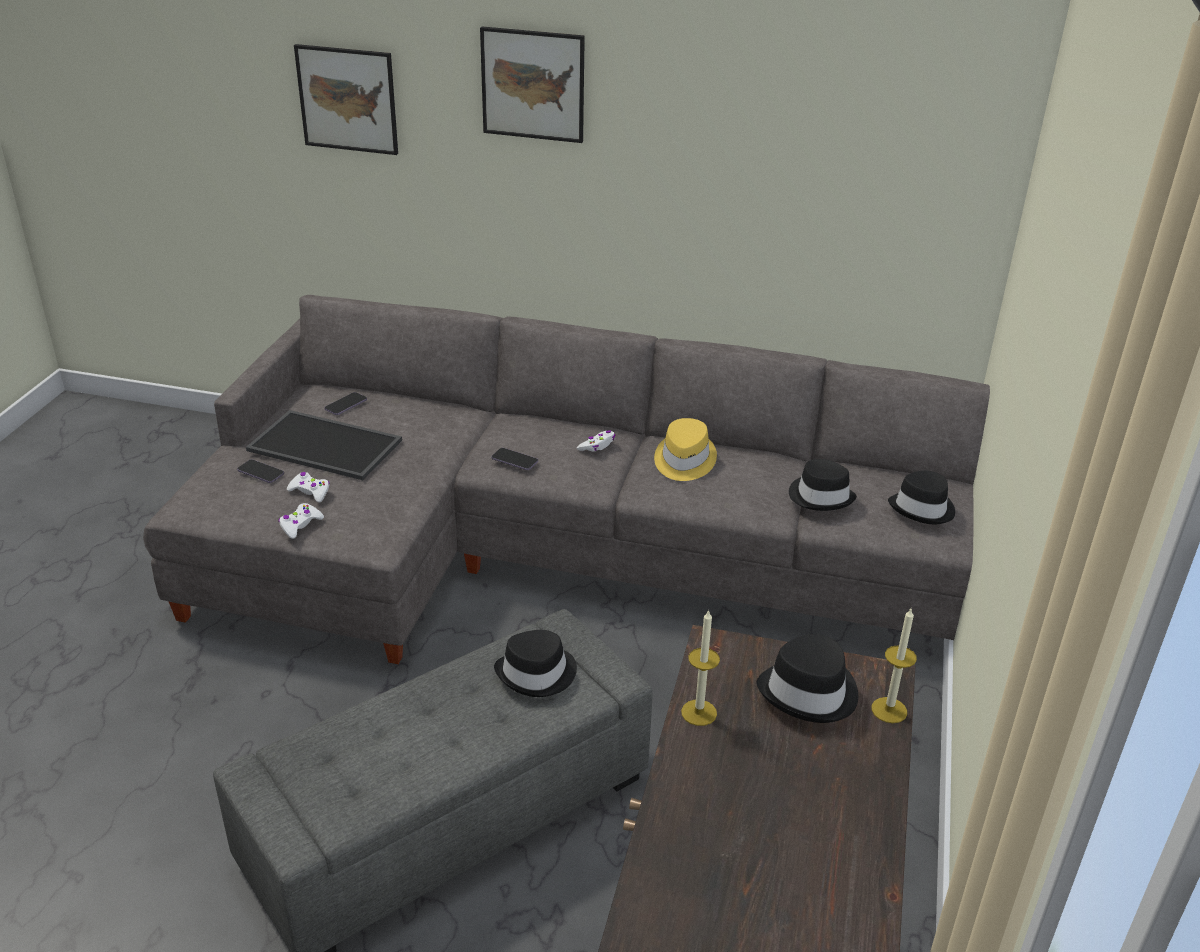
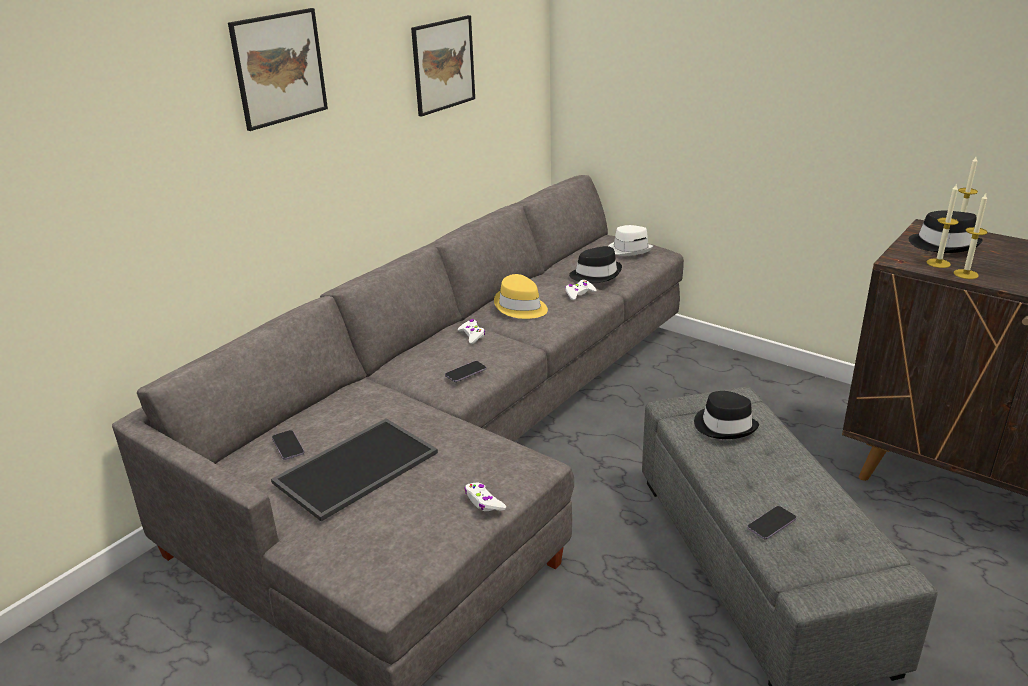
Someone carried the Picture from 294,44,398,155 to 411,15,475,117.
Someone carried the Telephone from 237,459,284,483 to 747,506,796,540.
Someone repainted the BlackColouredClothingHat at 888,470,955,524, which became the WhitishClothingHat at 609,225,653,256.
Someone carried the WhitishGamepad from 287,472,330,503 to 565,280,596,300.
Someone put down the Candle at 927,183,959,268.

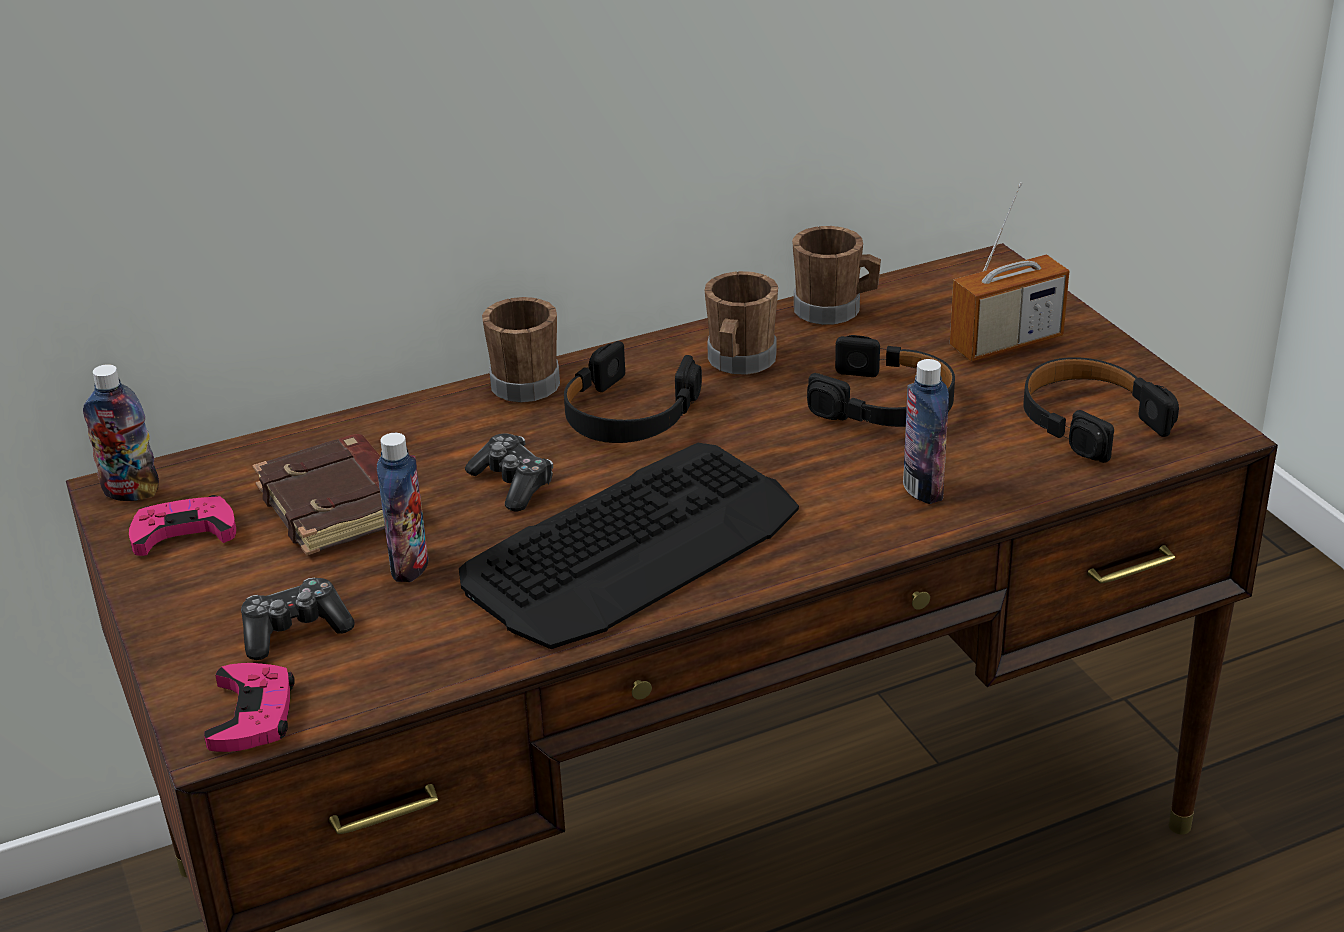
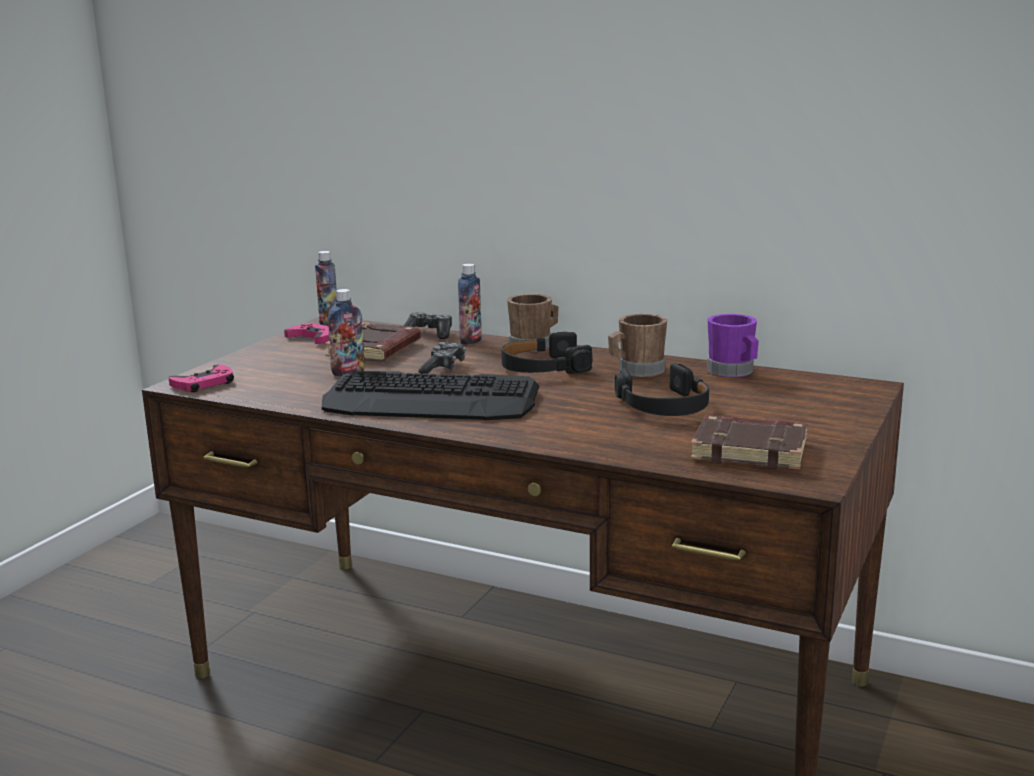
Someone took away the RadioReceiver at 950,182,1069,361.
Someone repainted the BrownishTeaMug at 792,226,881,325, which became the PurpleColouredTeaMug at 707,314,759,377.
Someone swapped the BlackColouredPairOfHeadphones at 1023,357,1179,463 for the BrownishBook at 691,415,807,470.
Someone carried the Bottle from 903,359,949,504 to 458,264,482,345.
Someone carried the Gamepad from 241,577,354,660 to 403,312,452,339.

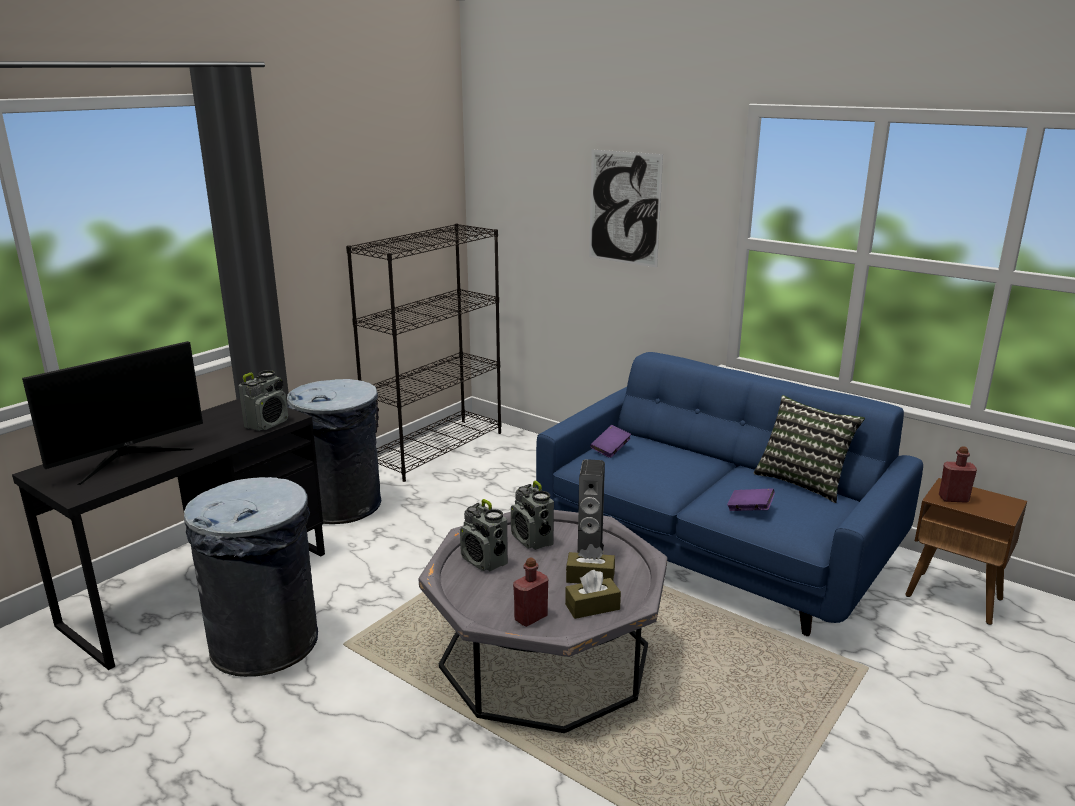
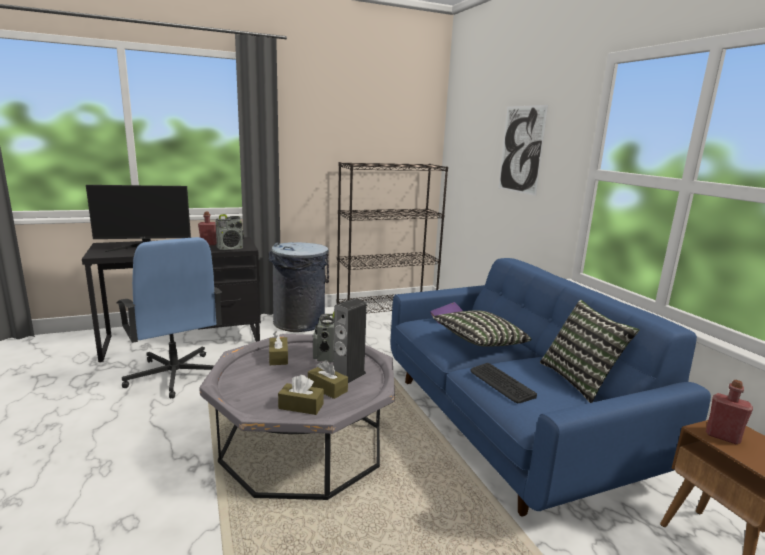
Someone swapped the GreyRubbishBin at 184,477,318,677 for the BlueColouredDeskChair at 117,237,222,398.
Someone swapped the PurpleColouredBook at 727,488,775,511 for the PcKeyboard at 470,363,537,403.
Someone swapped the RadioReceiver at 460,499,508,571 for the BrownishTissueHolder at 269,331,288,365.
Someone carried the ReddishBottle from 513,557,548,627 to 198,212,217,245.
Someone put down the Cushion at 433,310,531,347.

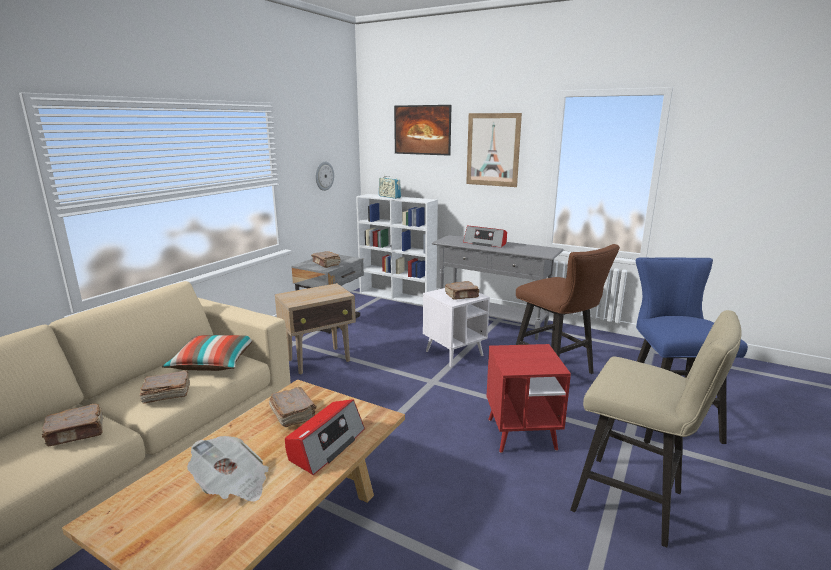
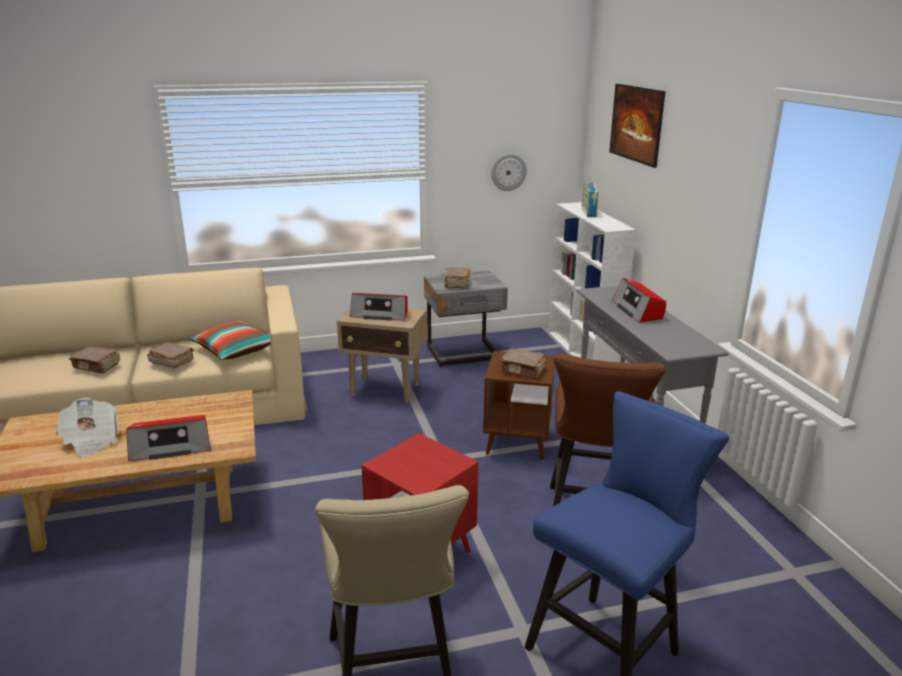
Someone took away the Picture at 466,113,522,187.
Someone repainted the WhitishSideTable at 423,288,490,367, which became the BrownishSideTable at 483,351,555,461.
Someone took away the BrownishBook at 269,387,317,427.
Someone put down the RadioReceiver at 350,293,408,321.

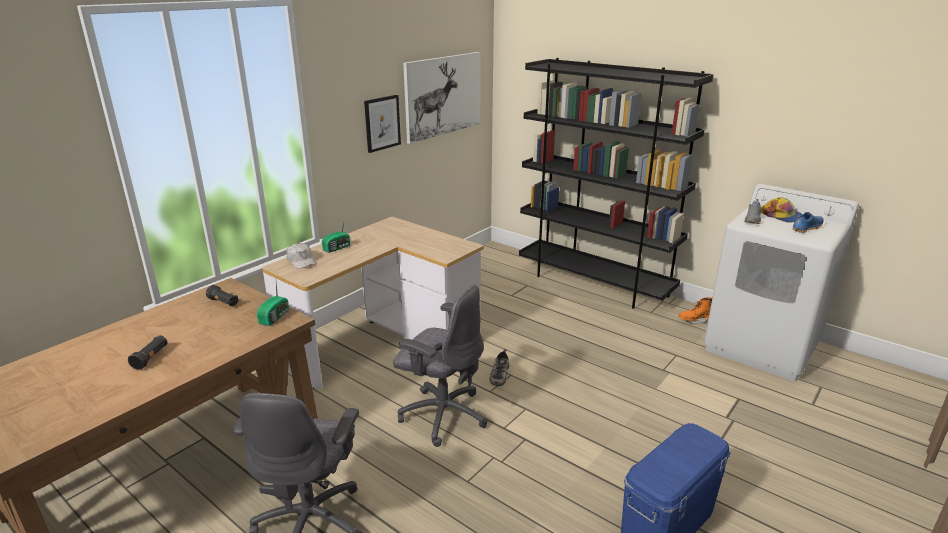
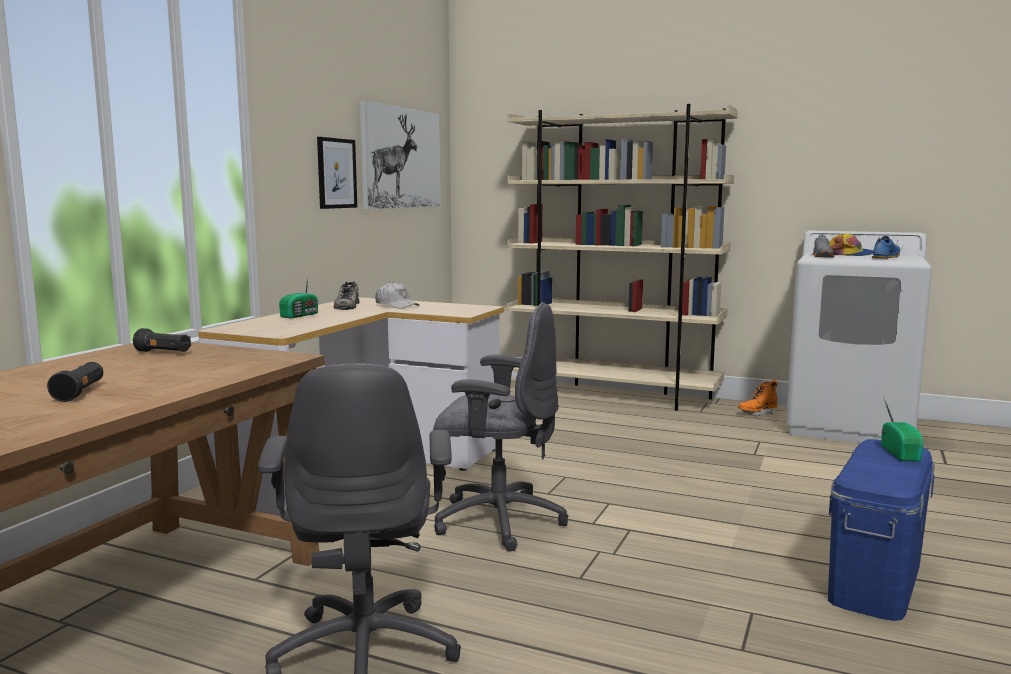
Someone repainted the BlackColouredShelvingUnit at 519,58,713,309, which became the SandColouredShelvingUnit at 507,104,738,411.
Someone carried the WhitishCap from 286,243,317,269 to 375,282,419,309.
Someone carried the RadioReceiver from 257,282,289,326 to 881,395,924,462.
Someone carried the Shoe from 490,349,509,386 to 334,281,359,310.

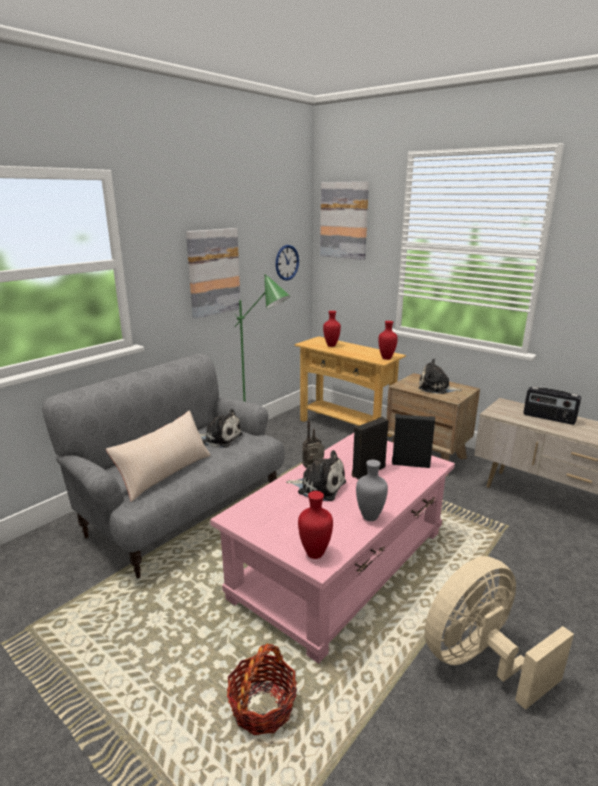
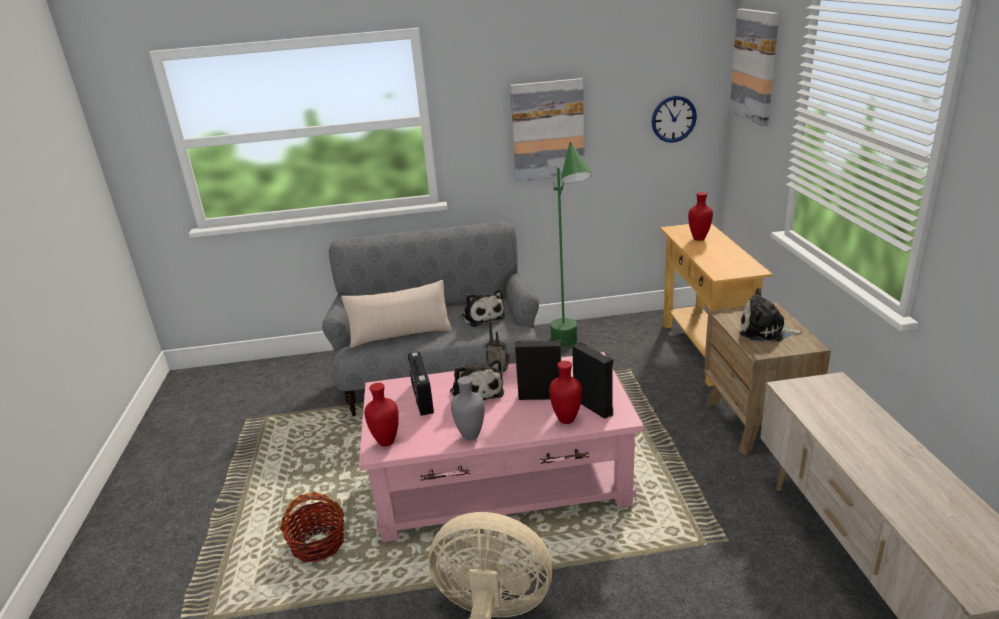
Someone carried the ReddishVase from 378,321,398,360 to 549,361,582,424.
Someone rotated the CuddlyToy at 419,359,462,394 by 45 degrees counterclockwise.
Someone carried the RadioReceiver from 523,387,581,425 to 408,352,434,416.

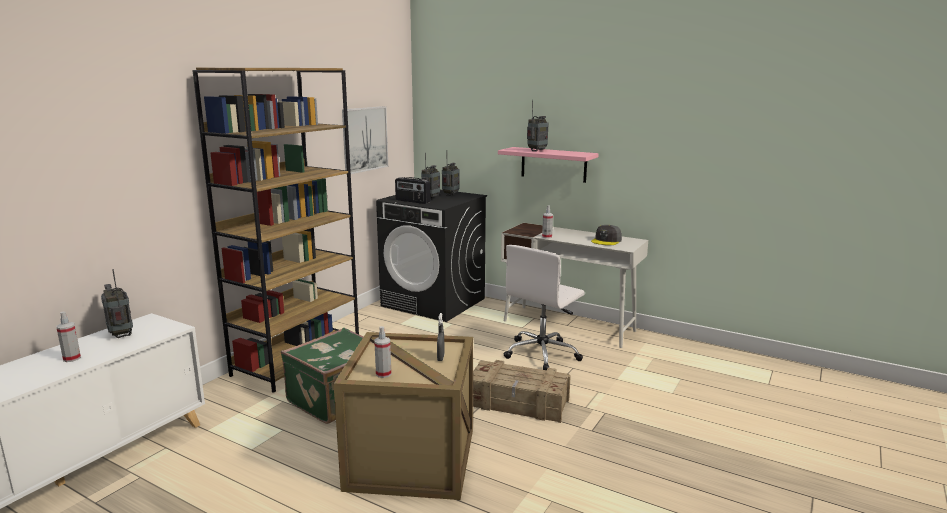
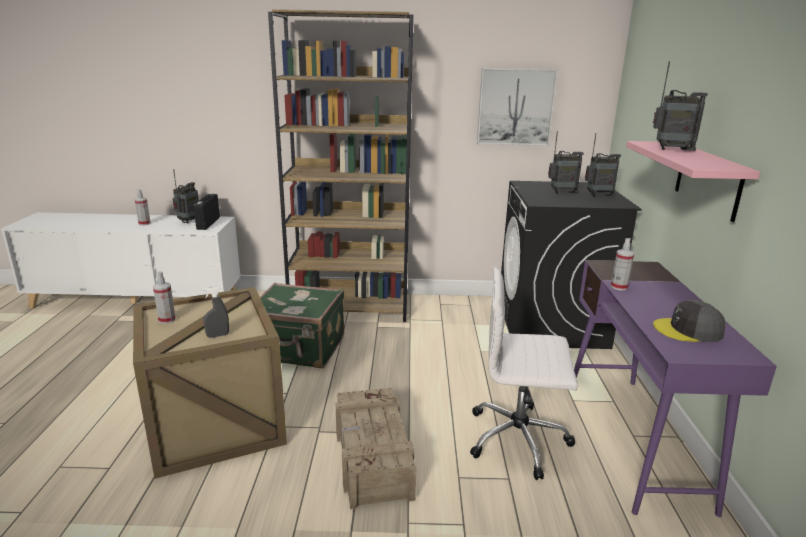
Someone carried the RadioReceiver from 395,177,431,204 to 194,194,220,230.
Someone repainted the WhitishDeskTable at 501,223,648,348, which became the PurpleColouredDeskTable at 574,260,777,517.

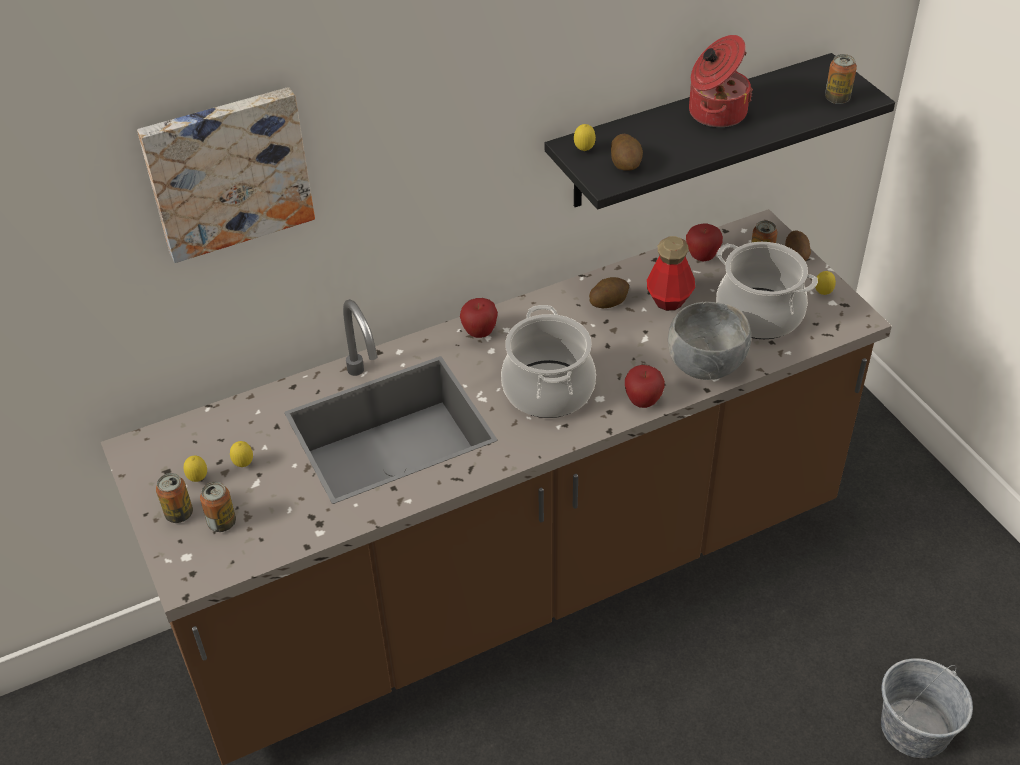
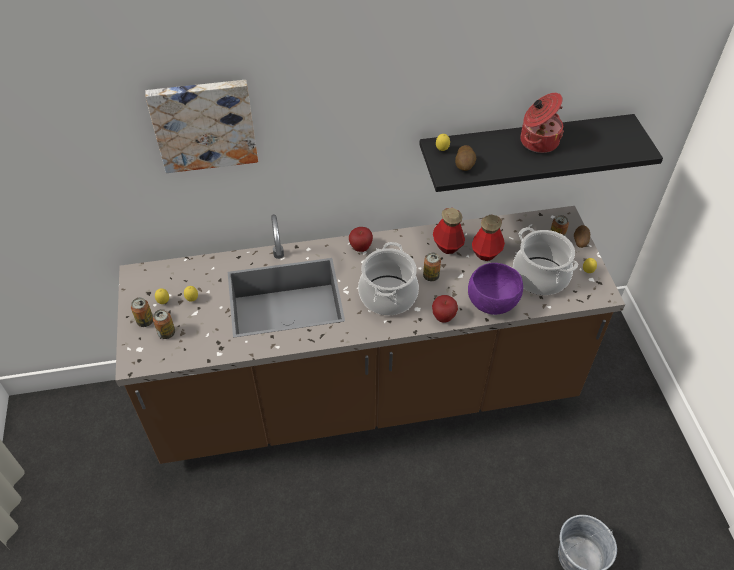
Someone carried the SealedCan from 825,54,857,104 to 423,253,441,281.
Someone took away the WholeApple at 686,224,723,261.
Someone swapped the Spud at 589,277,629,308 for the Bottle at 433,208,465,254.
Someone repainted the GreyBowl at 668,302,752,380, which became the PurpleColouredBowl at 468,263,523,315.

